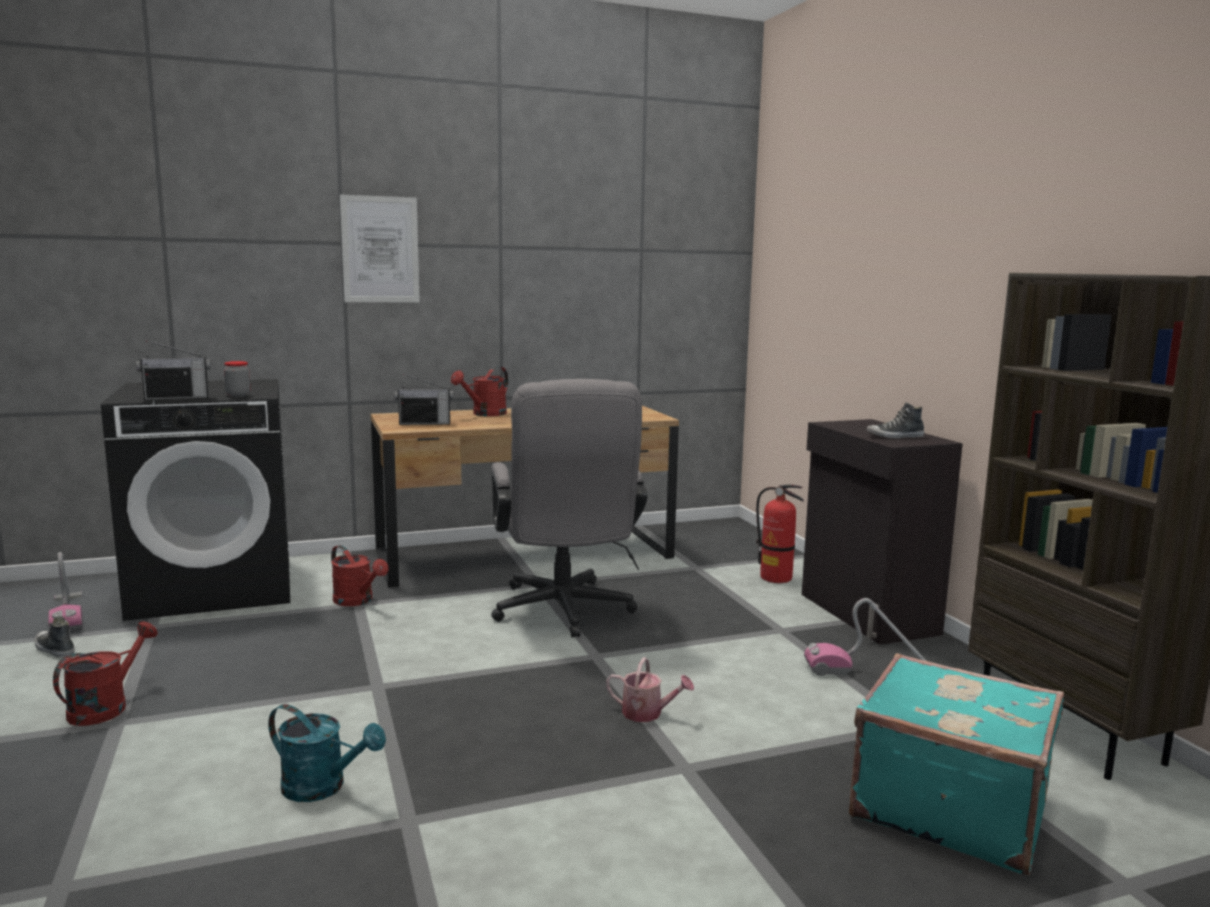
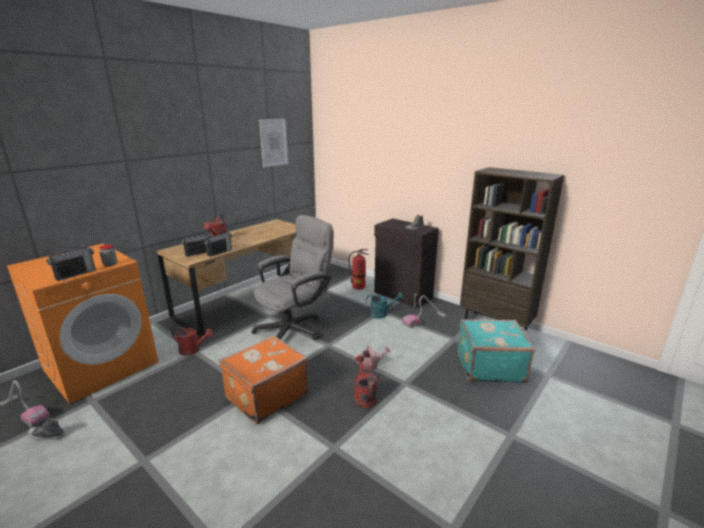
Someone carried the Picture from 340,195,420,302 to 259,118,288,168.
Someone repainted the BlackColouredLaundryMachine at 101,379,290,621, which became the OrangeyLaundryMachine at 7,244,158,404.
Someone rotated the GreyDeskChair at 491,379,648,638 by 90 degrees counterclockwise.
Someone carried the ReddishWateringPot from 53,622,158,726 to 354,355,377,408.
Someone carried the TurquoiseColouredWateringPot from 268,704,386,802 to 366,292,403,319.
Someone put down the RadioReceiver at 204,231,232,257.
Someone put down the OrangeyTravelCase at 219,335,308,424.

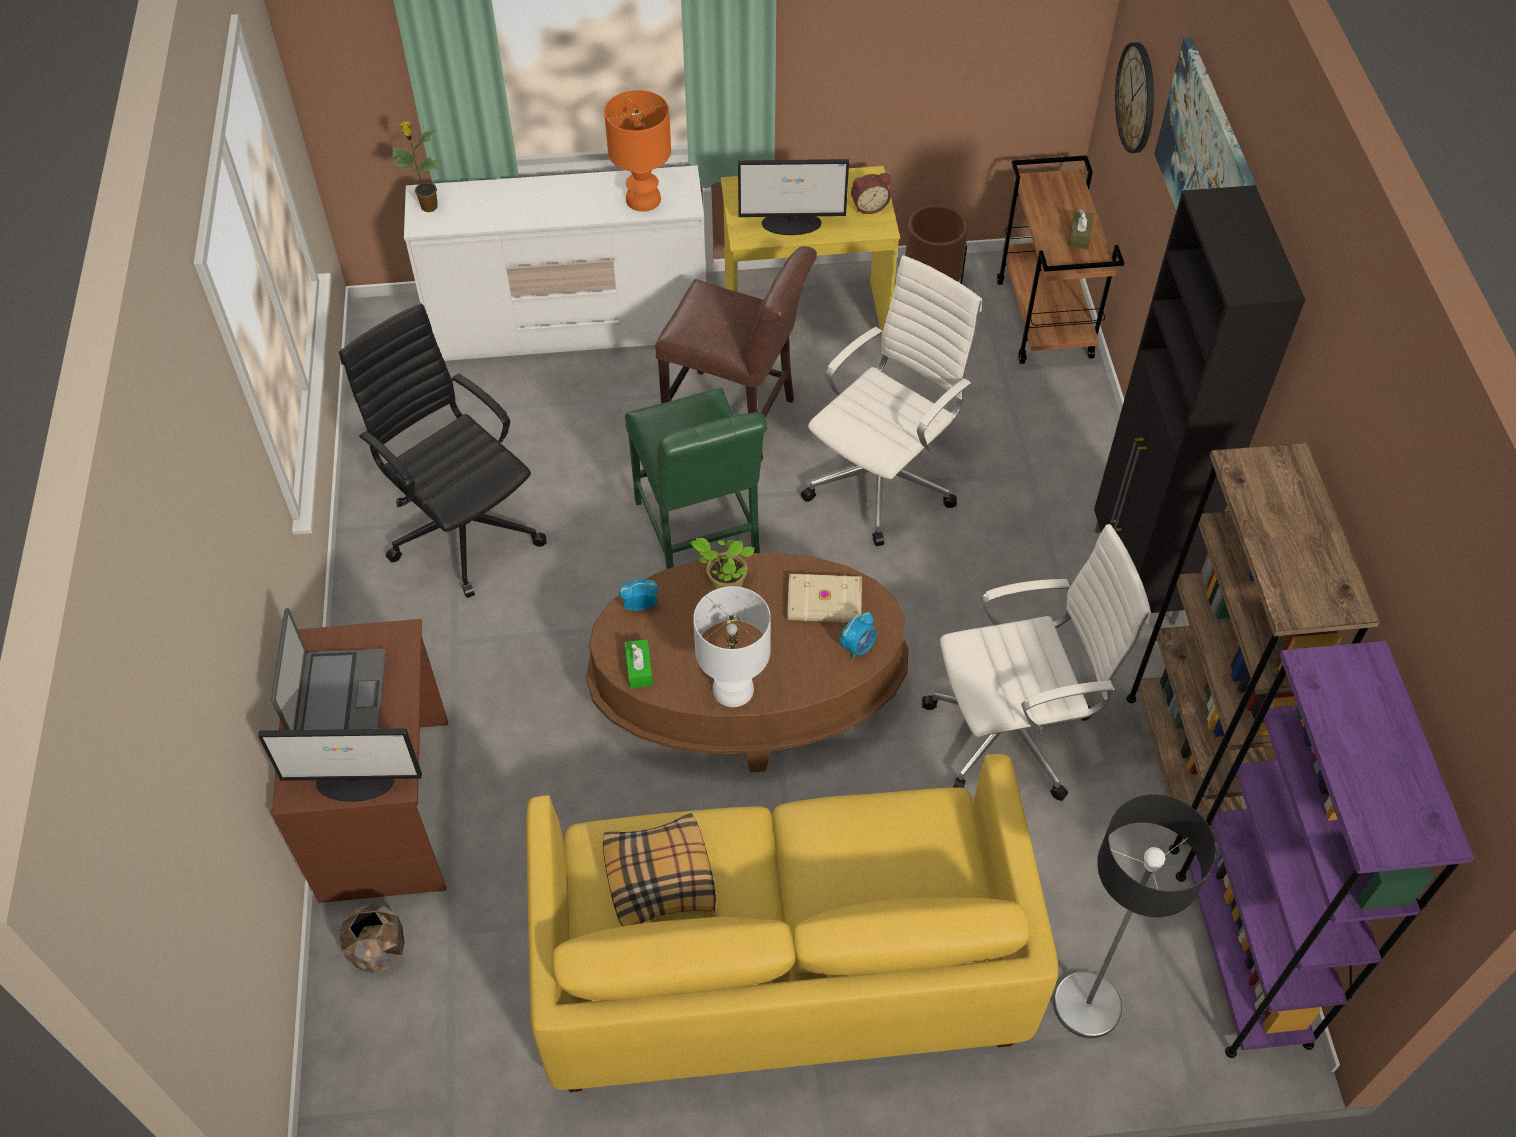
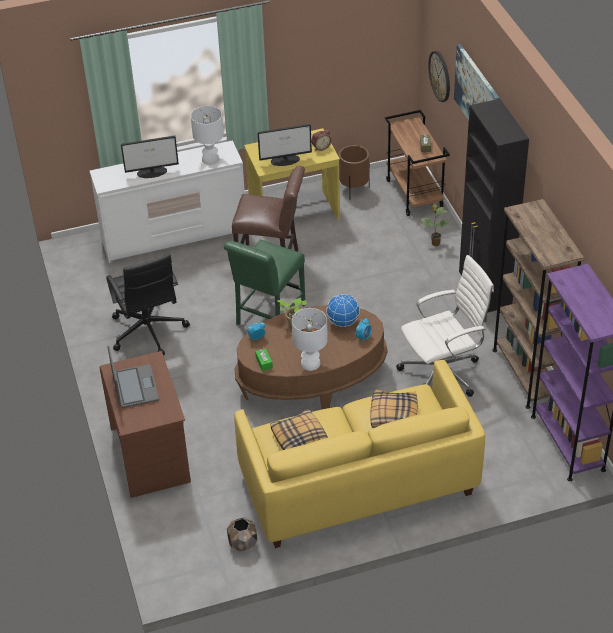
Someone repainted the OrangeyTabletopLamp at 604,90,671,212, which became the WhitishTabletopLamp at 191,106,224,165.
Someone carried the Houseplant from 392,121,441,212 to 421,205,450,246.
Someone took away the WhitishDeskChair at 801,255,982,546.
Someone rotated the BlackColouredDeskChair at 339,303,547,598 by 150 degrees counterclockwise.
Someone rotated the GreenPlainChair at 625,387,767,569 by 60 degrees clockwise.
Someone swapped the SandColouredBook at 787,574,862,623 for the Globe at 326,294,360,327.
Someone carried the Monitor from 258,728,422,802 to 121,136,179,178.
Someone took away the FloorLamp at 1053,794,1216,1038.
Someone carried the BrownishFlowerPot from 340,904,404,973 to 227,517,257,552.
Someone put down the Cushion at 370,390,417,428.

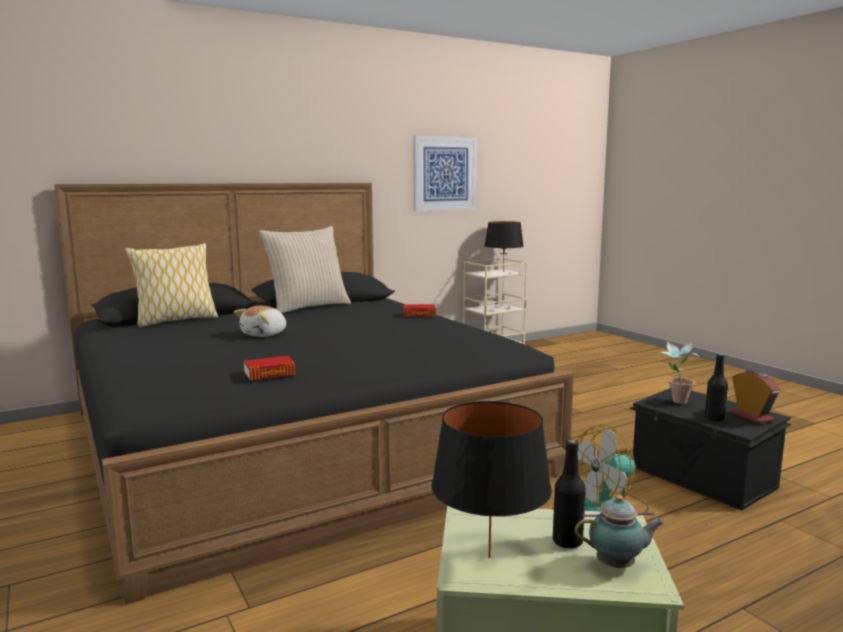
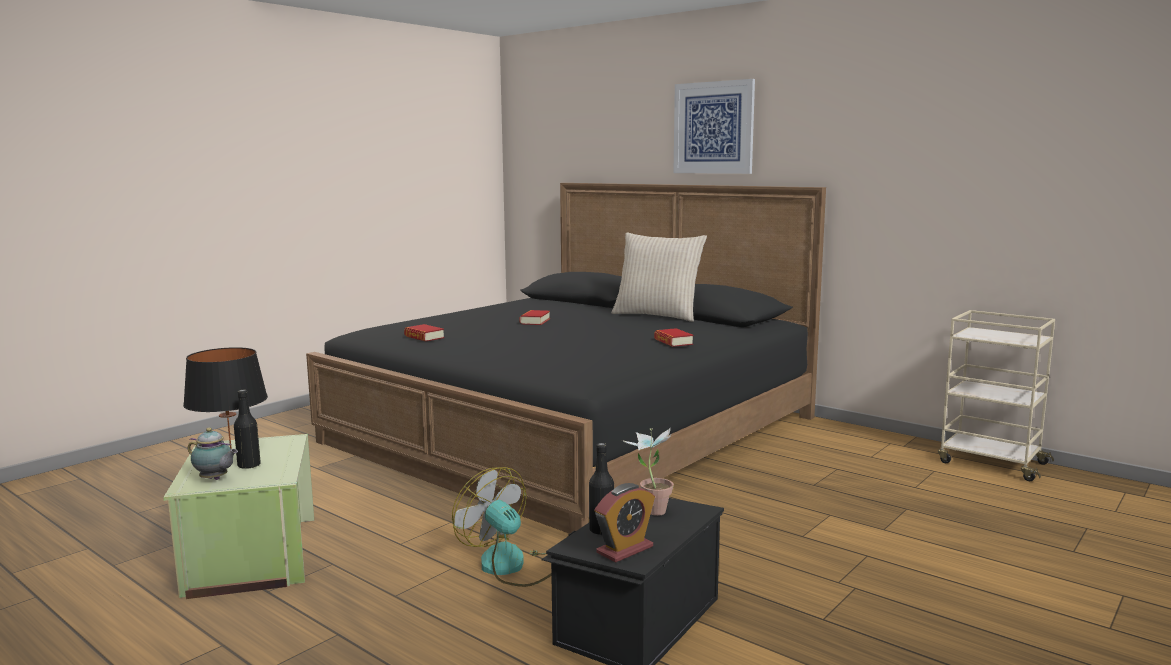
Someone carried the Picture from 413,135,477,211 to 673,79,755,174.
Someone took away the BlackColouredTabletopLamp at 485,221,524,272.
Someone took away the Cushion at 125,243,218,327.
Someone swapped the CuddlyToy at 234,306,286,337 for the Book at 519,310,550,325.
Someone rotated the Teapot at 575,495,664,568 by 45 degrees counterclockwise.

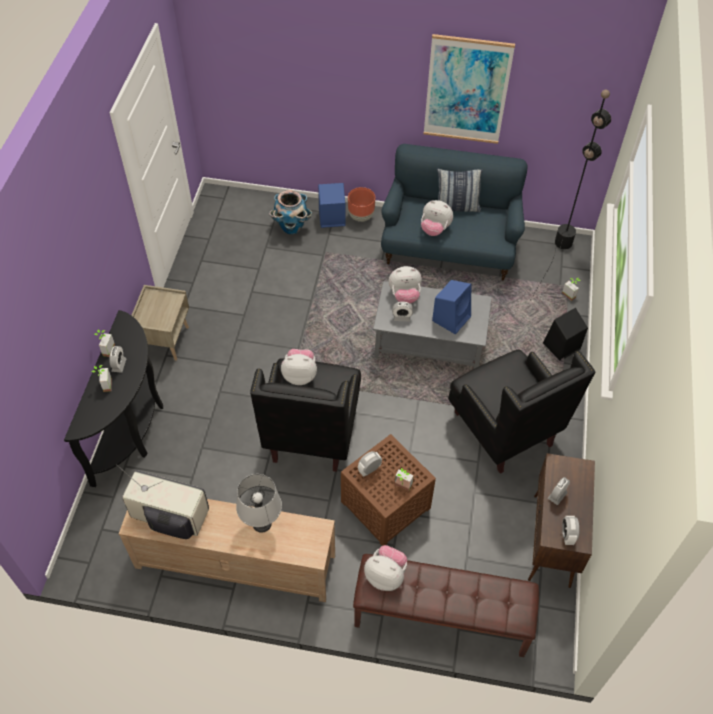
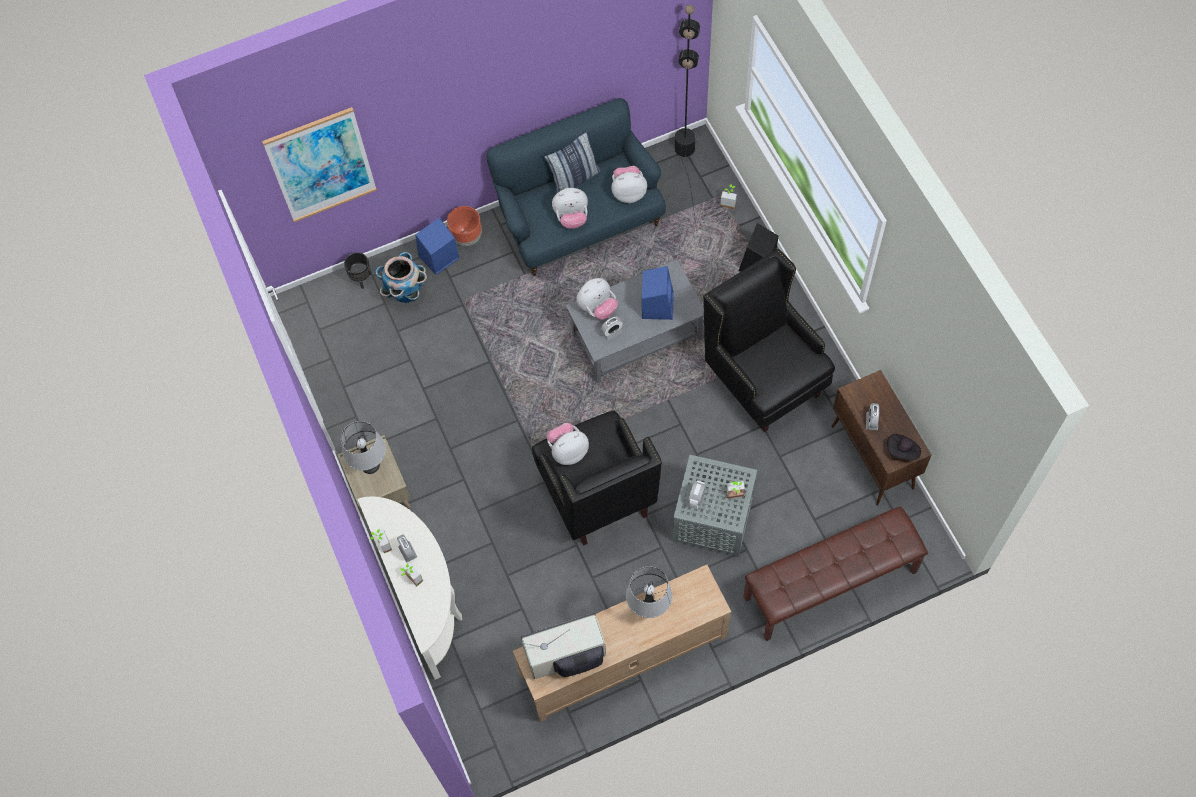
Someone carried the Picture from 424,34,515,144 to 262,107,377,222.
Someone repainted the BlackColouredHallTable at 64,310,163,487, which became the WhitishHallTable at 357,497,462,680.
Someone rotated the BlackColouredArmchair at 448,349,595,474 by 150 degrees counterclockwise.
Someone repainted the BrownishSideTable at 341,434,436,546, which became the GreySideTable at 673,455,757,557.
Someone swapped the TableClock at 562,516,579,545 for the BlackColouredClothingHat at 887,434,921,460.
Someone carried the CuddlyToy from 364,545,407,591 to 611,166,647,203.
Someone put down the BlackColouredFlowerPot at 344,252,371,289.
Someone put down the GreyTabletopLamp at 341,421,386,474.

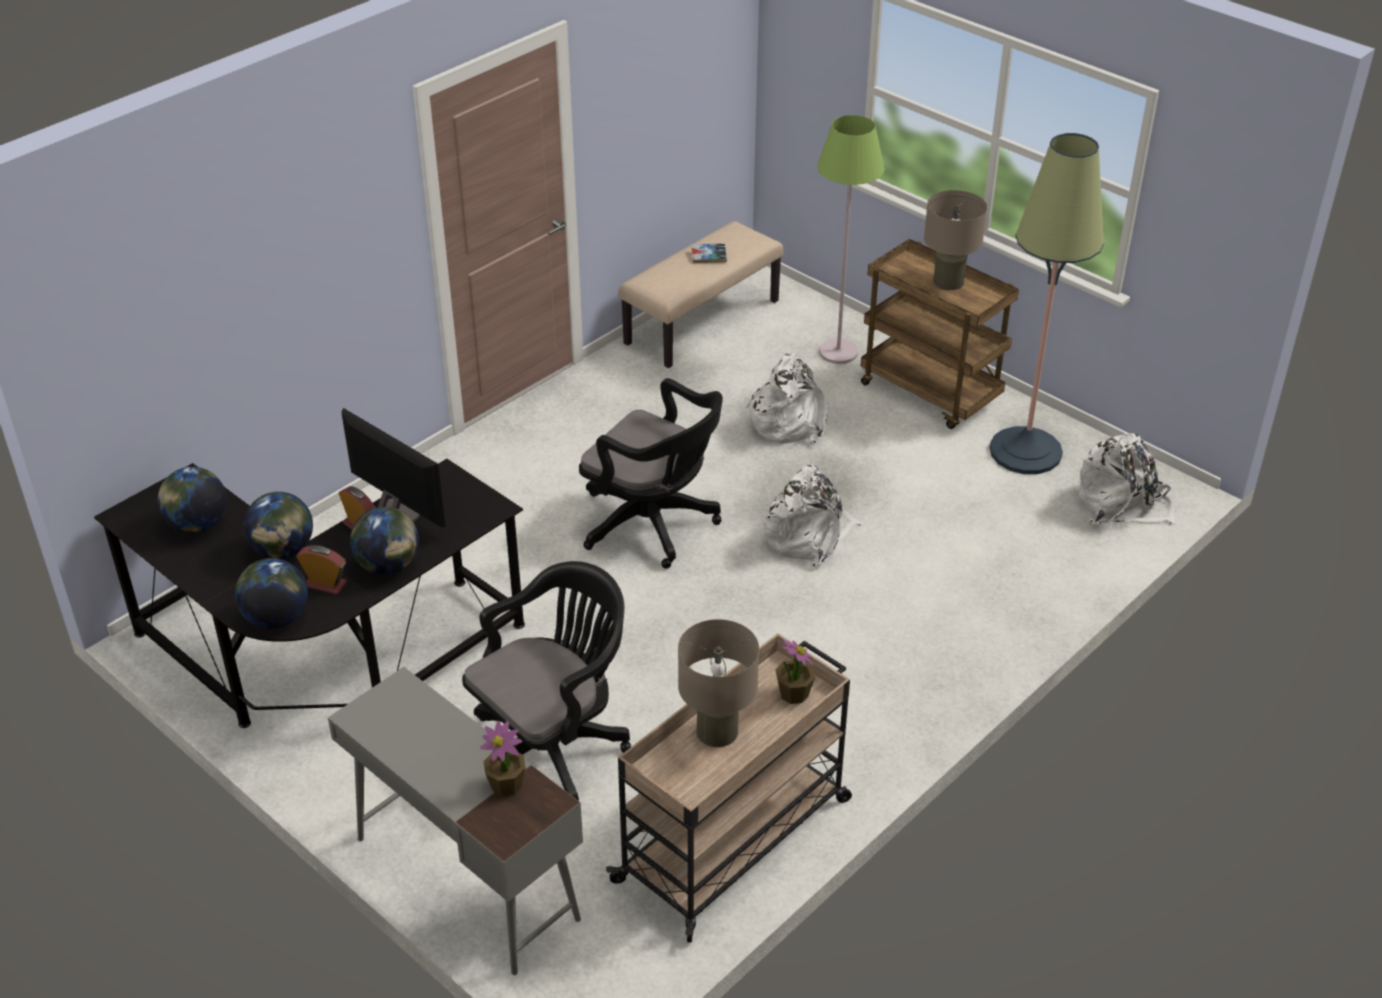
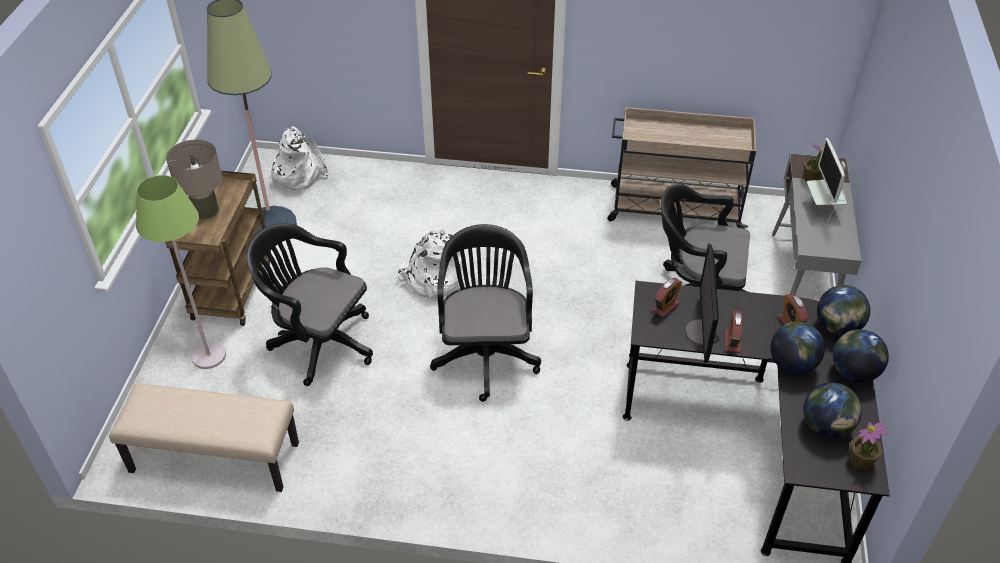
Someone took away the Book at 692,243,727,263.
Someone swapped the WhitishKnapsack at 746,353,827,445 for the BlackColouredDeskChair at 246,223,373,386.
Someone carried the Globe from 350,507,419,575 to 833,329,889,382.
Someone took away the SandColouredTabletopLamp at 678,619,759,747.
Someone carried the Houseplant from 775,638,815,704 to 850,421,888,470.
Someone put down the Monitor at 807,138,847,221.
Someone put down the TableClock at 652,278,682,318.

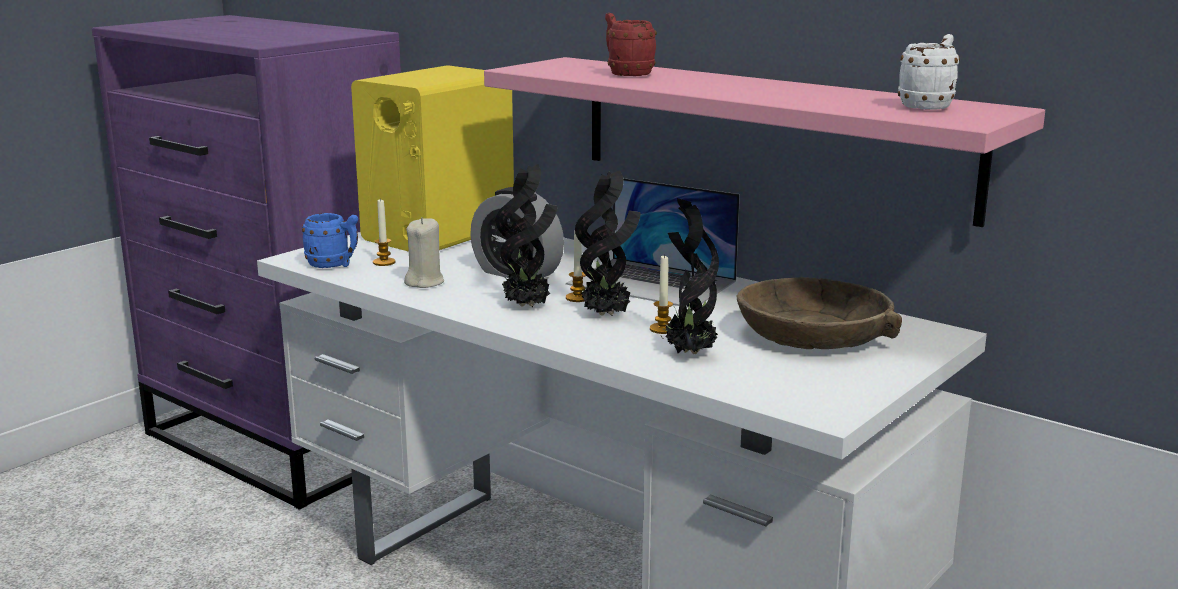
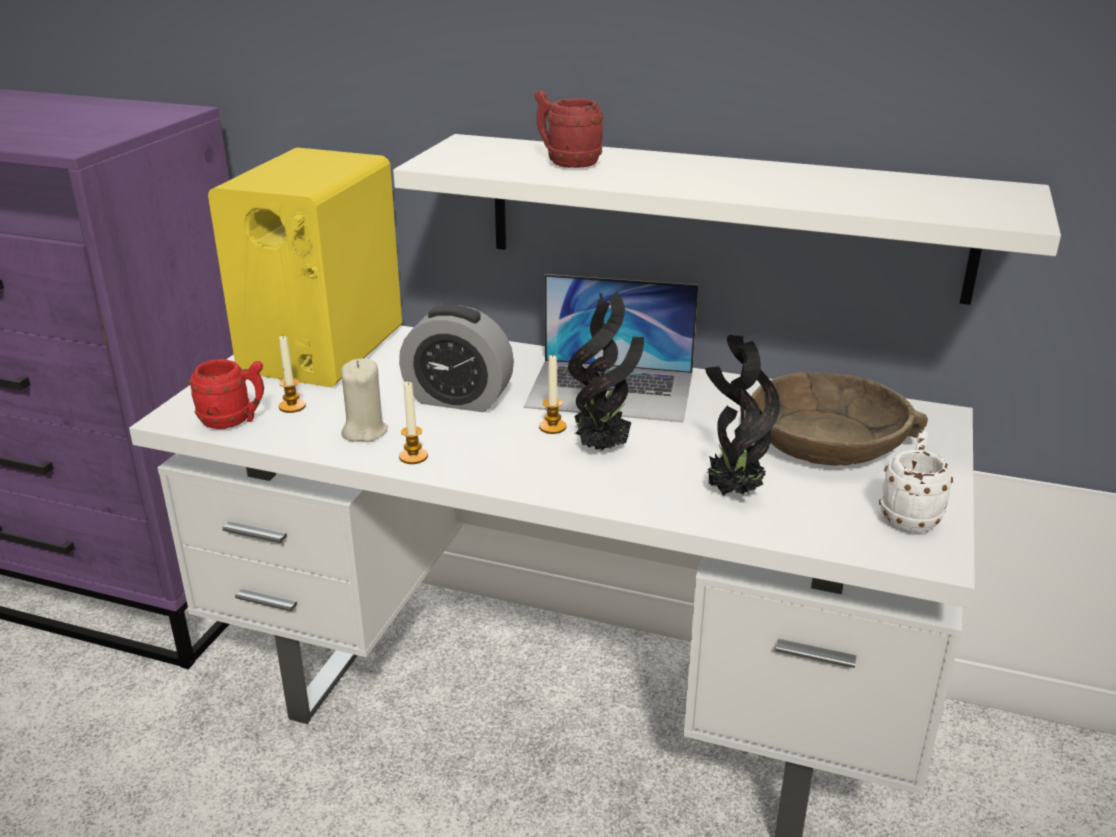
Someone carried the WhitishTeaMug from 898,34,960,110 to 879,430,953,533.
Someone repainted the PinkishShelf at 484,57,1045,227, which became the WhitishShelf at 393,134,1061,305.
Someone took away the Houseplant at 496,164,557,307.
Someone repainted the BlueColouredTeaMug at 302,213,358,268, which became the ReddishTeaMug at 189,359,264,429.
Someone carried the Candle from 650,254,673,334 to 399,381,428,464.

